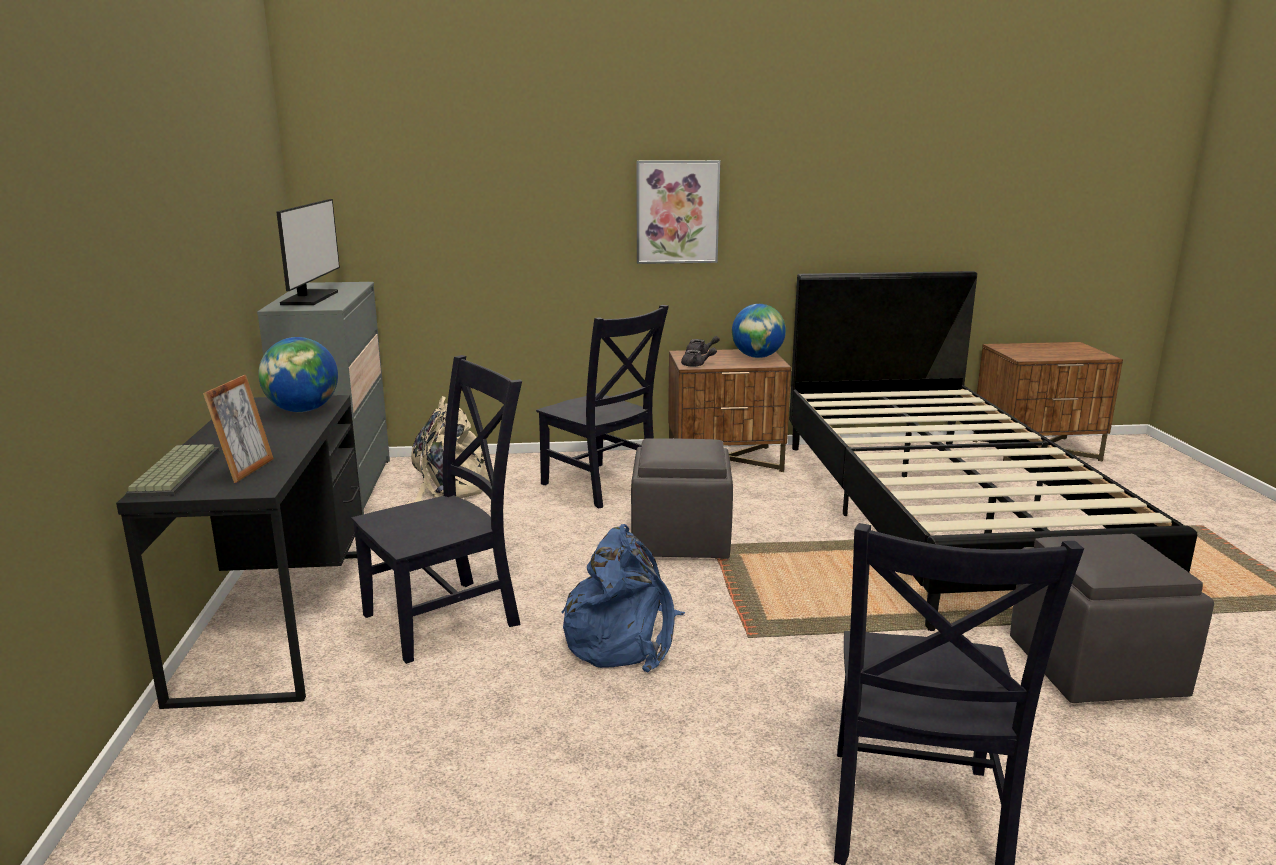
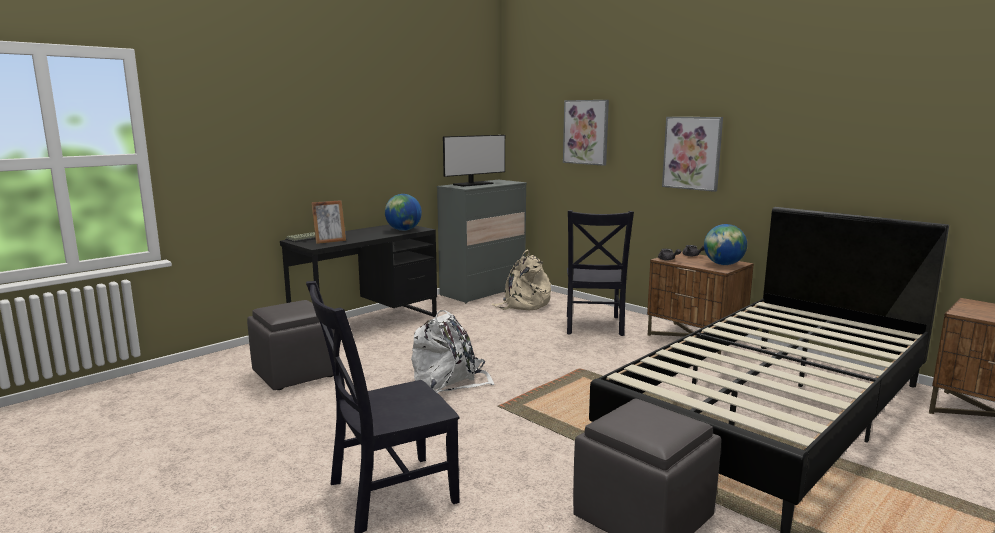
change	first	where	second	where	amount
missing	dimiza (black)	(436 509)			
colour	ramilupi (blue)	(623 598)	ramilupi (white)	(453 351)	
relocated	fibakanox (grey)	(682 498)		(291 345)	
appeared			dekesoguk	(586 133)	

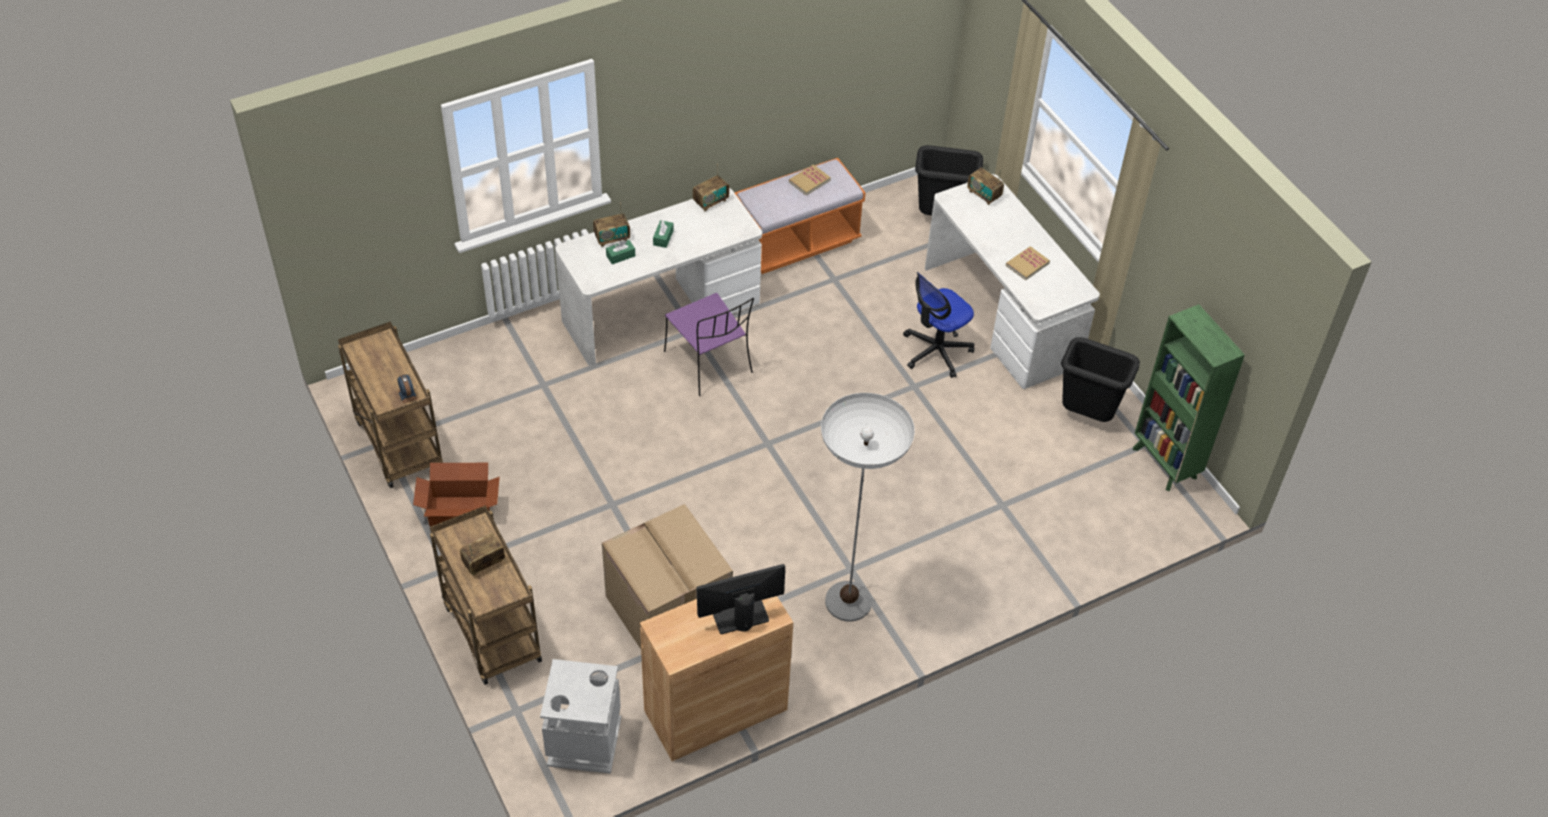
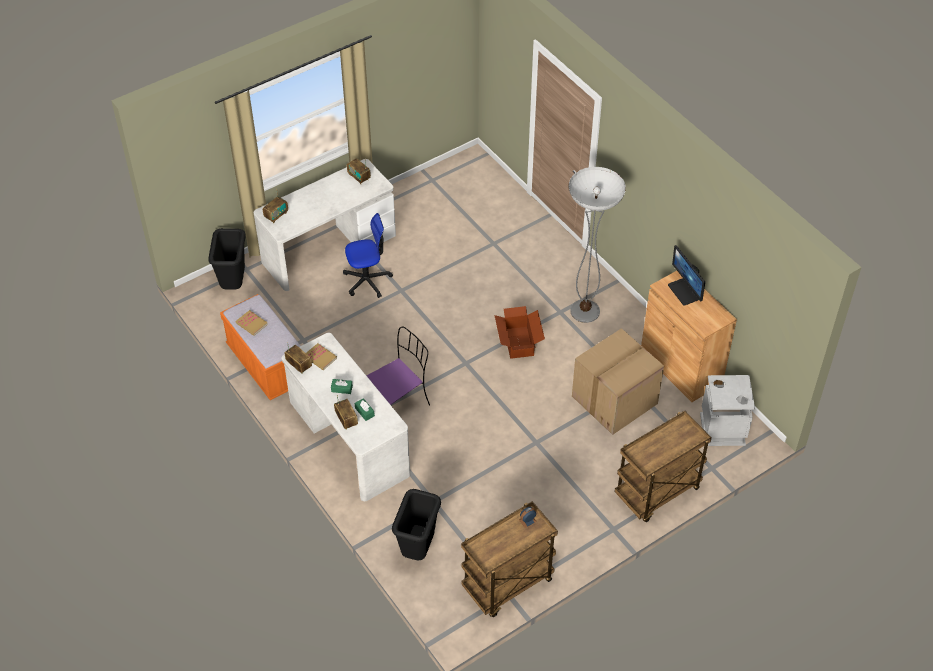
change	first	where	second	where	amount
relocated	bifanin	(456 494)		(519 332)	
relocated	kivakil	(482 554)		(359 171)	
spun	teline	(938 325)		(368 255)	60 degrees counterclockwise
relocated	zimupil	(1028 263)		(321 356)	
relocated	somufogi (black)	(1100 379)		(416 524)	
missing	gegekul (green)	(1189 397)			

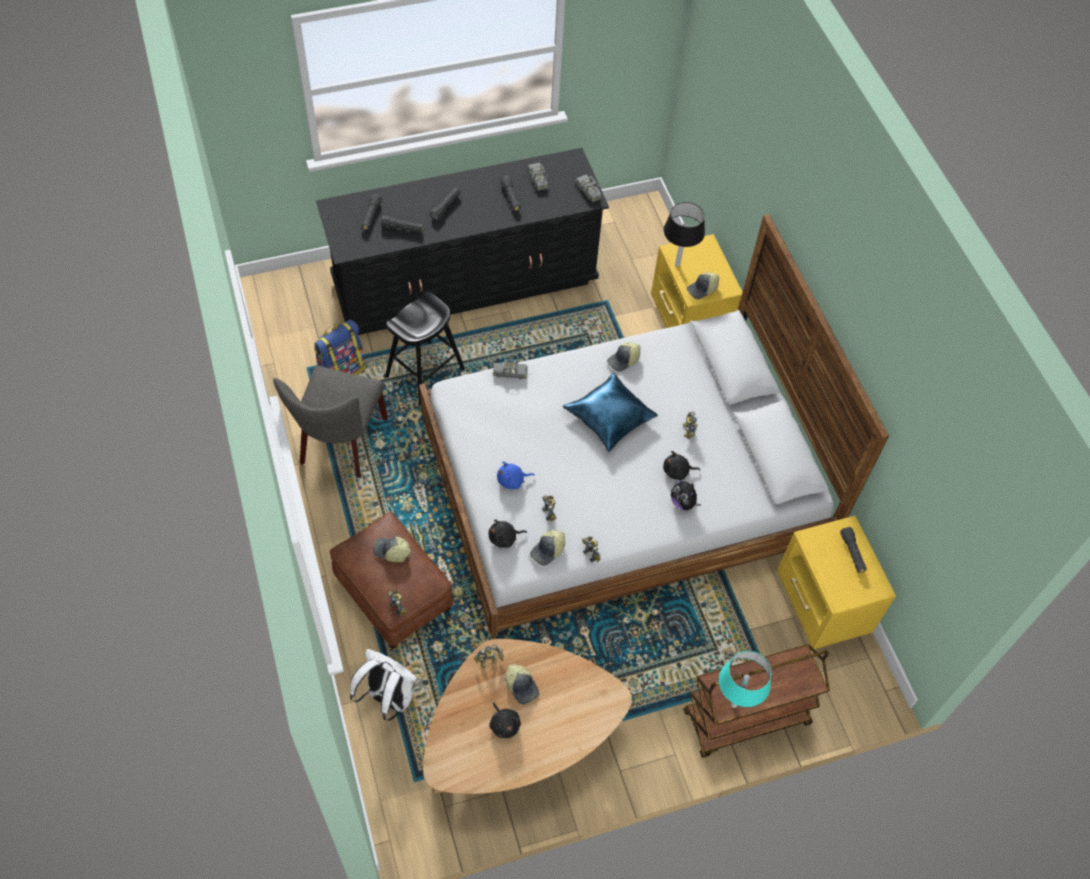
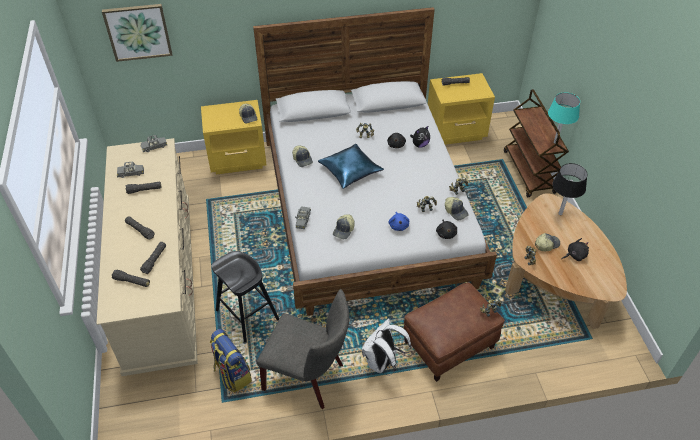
change	first	where	second	where	amount
colour	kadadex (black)	(462 241)	kadadex (beige)	(147 257)	
relocated	ramilupi (white)	(385 685)		(387 347)	
relocated	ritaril	(392 549)		(344 226)	
relocated	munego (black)	(684 234)		(570 189)	
appeared			dekesoguk	(137 33)	

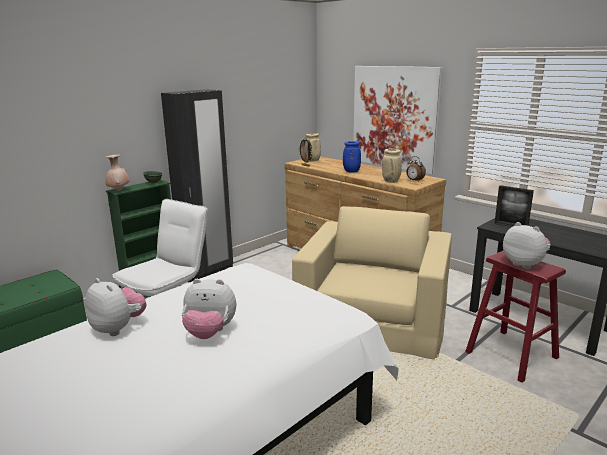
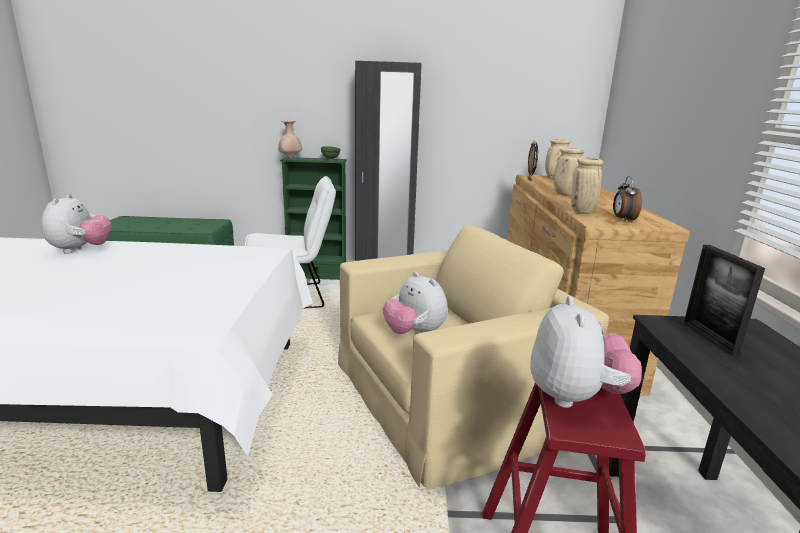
change	first	where	second	where	amount
relocated	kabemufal	(209 309)		(415 303)	
colour	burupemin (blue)	(352 157)	burupemin (beige)	(569 172)	
missing	dekesoguk	(398 120)			

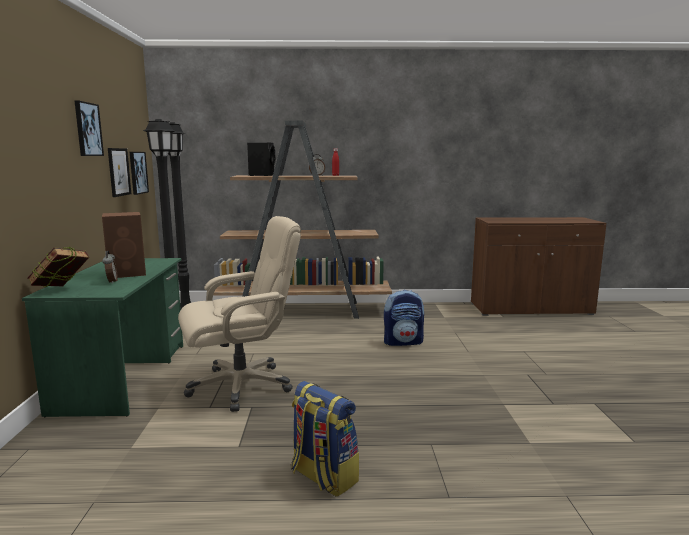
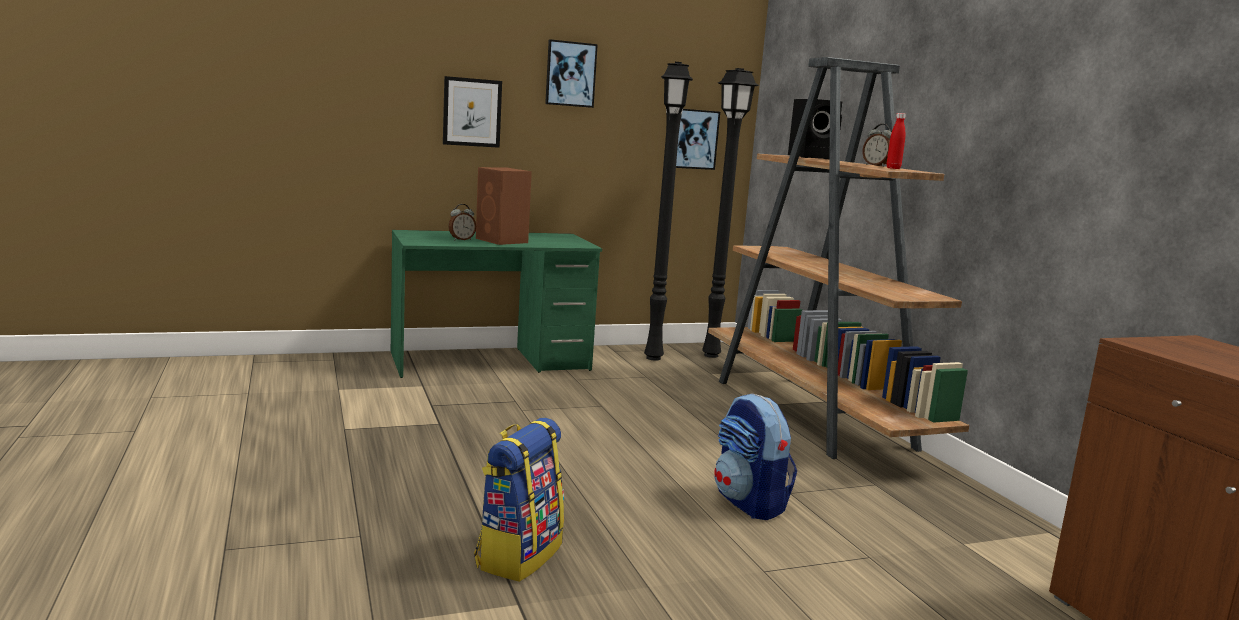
change	first	where	second	where	amount
missing	zimupil	(58 267)			
relocated	dekesoguk	(119 172)		(472 112)	
missing	teline (beige)	(239 314)			
relocated	ramilupi	(325 439)		(519 500)	

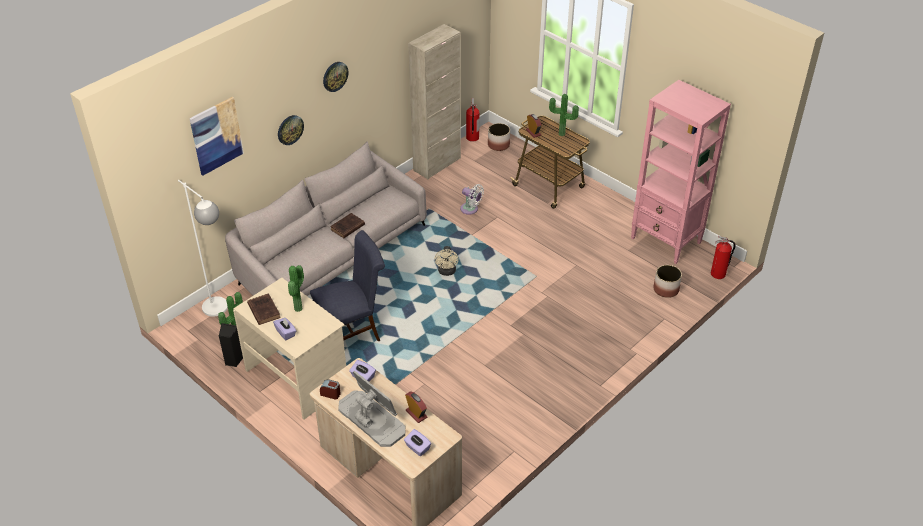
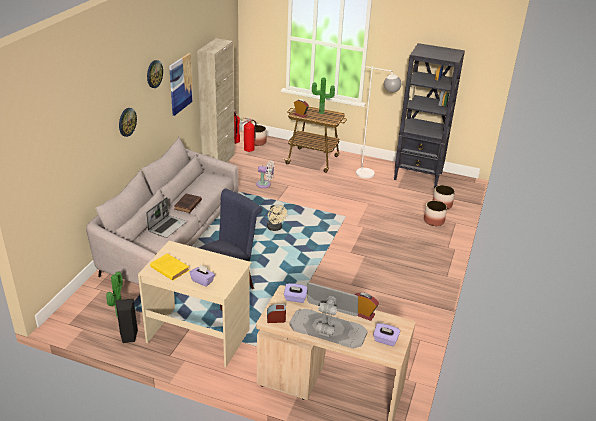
change	first	where	second	where	amount
relocated	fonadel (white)	(203 248)		(378 122)	
relocated	dekesoguk	(216 136)		(181 84)	
colour	zimupil (brown)	(264 309)	zimupil (yellow)	(169 267)	
missing	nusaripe	(296 288)			
colour	gegekul (pink)	(681 172)	gegekul (black)	(429 115)	
relocated	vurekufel	(723 257)		(250 135)	
appeared			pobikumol	(166 217)	
appeared			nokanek	(435 213)	

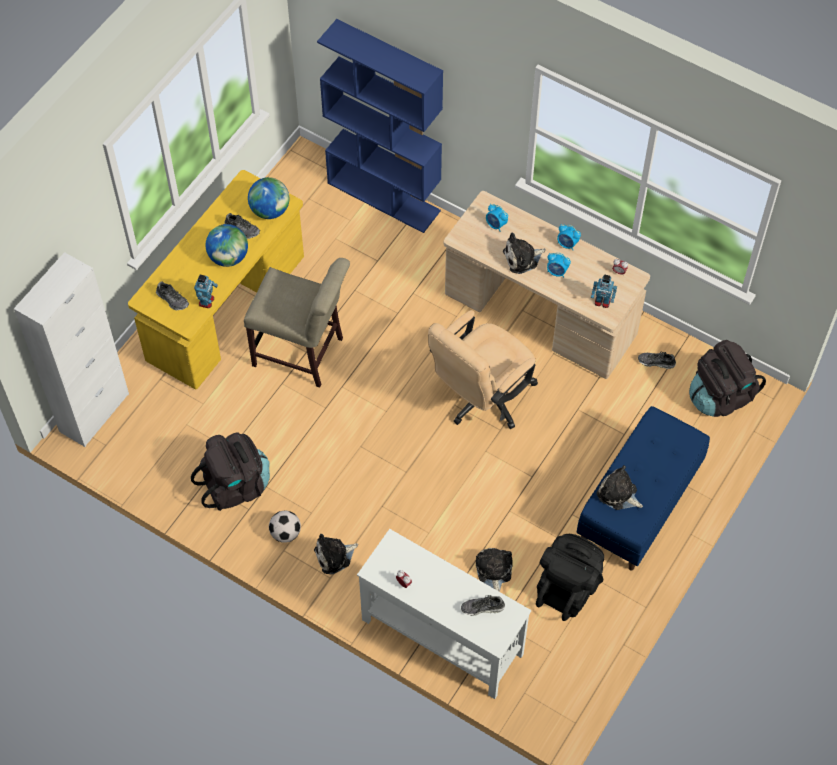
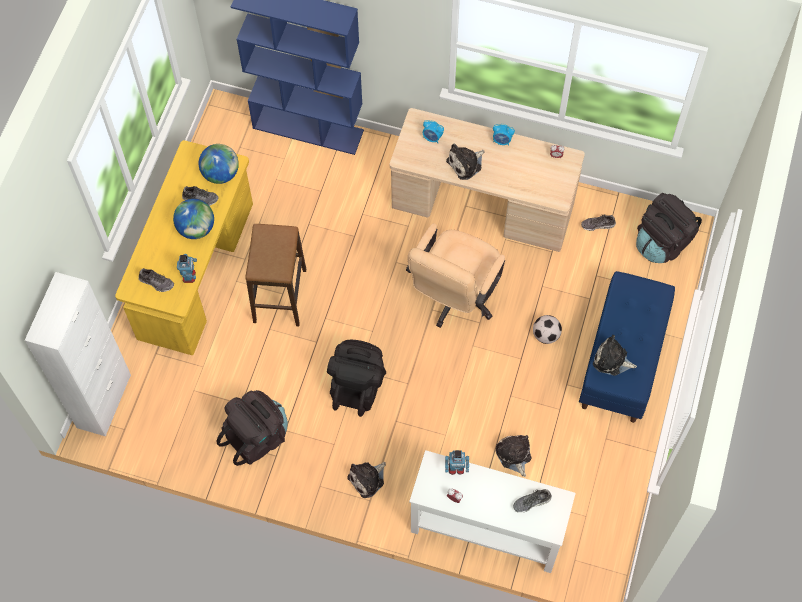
change	first	where	second	where	amount
exchanged	dimiza (beige)	(297 322)	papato	(275 275)	
relocated	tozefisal	(285 527)		(547 329)	
relocated	ramilupi (black)	(570 577)		(356 378)	
missing	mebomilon	(559 265)			
relocated	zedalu	(604 291)		(457 462)	

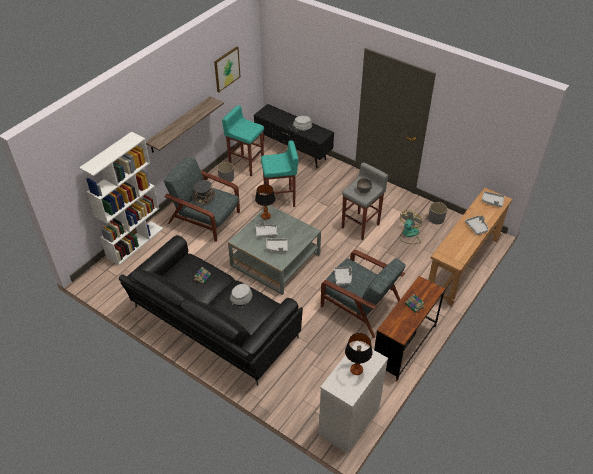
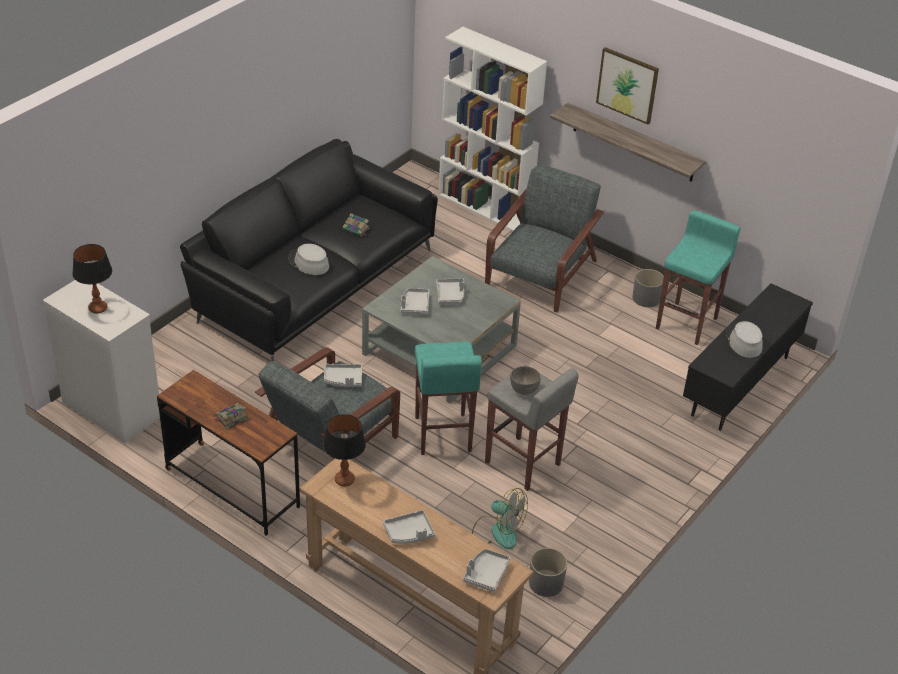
change	first	where	second	where	amount
missing	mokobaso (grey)	(204 193)			
relocated	dekesoguk	(227 69)		(627 86)	
relocated	munego	(265 202)		(344 450)	
relocated	papato (turquoise)	(280 173)		(448 398)	

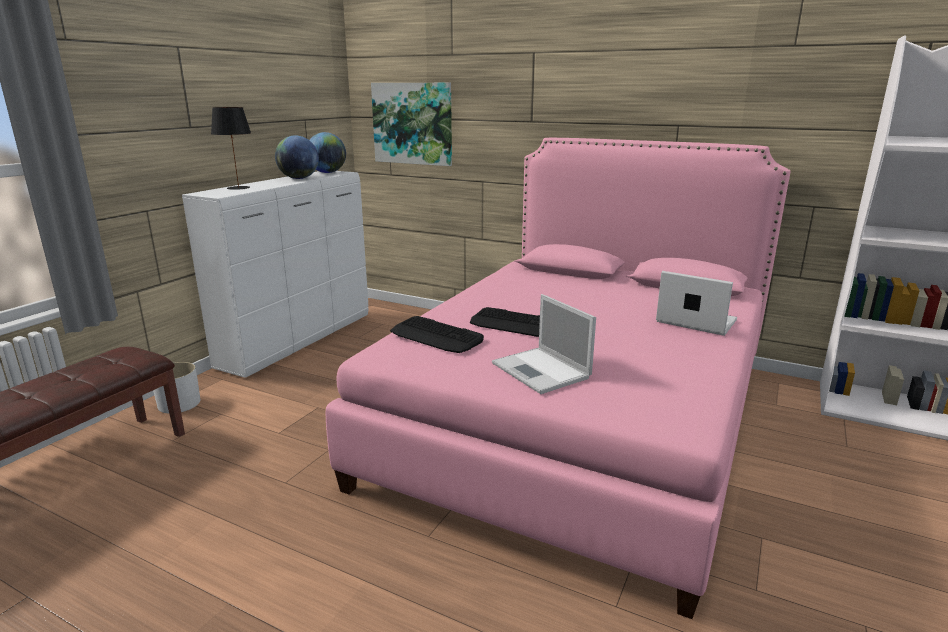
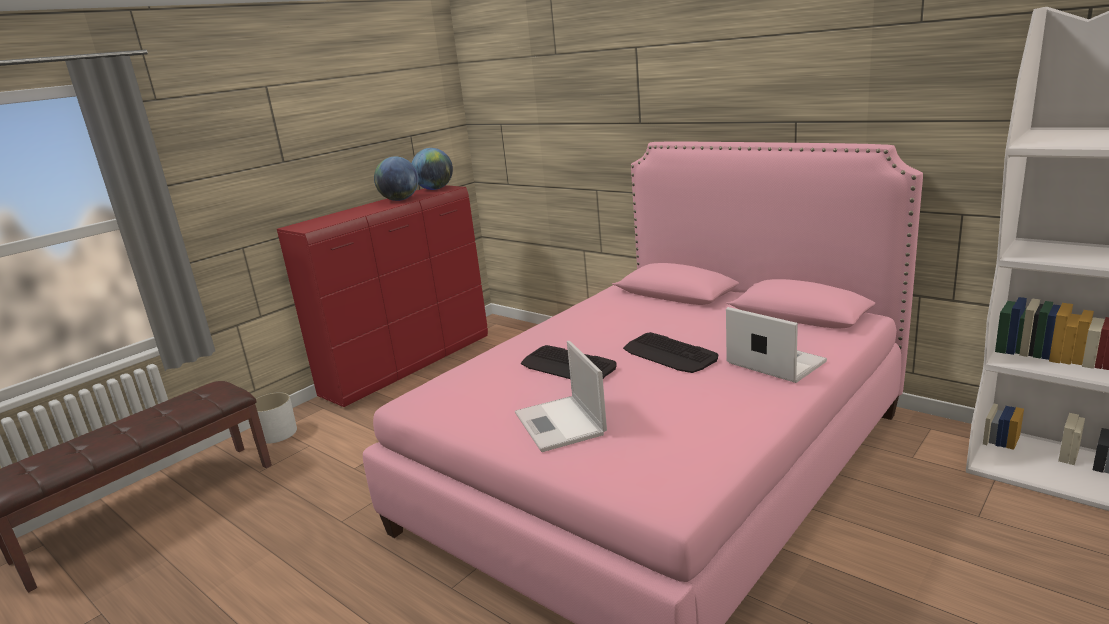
change	first	where	second	where	amount
colour	kadadex (white)	(275 274)	kadadex (red)	(382 296)	
missing	munego (black)	(231 148)			
missing	dekesoguk	(411 124)			
relocated	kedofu	(437 334)		(670 352)	

